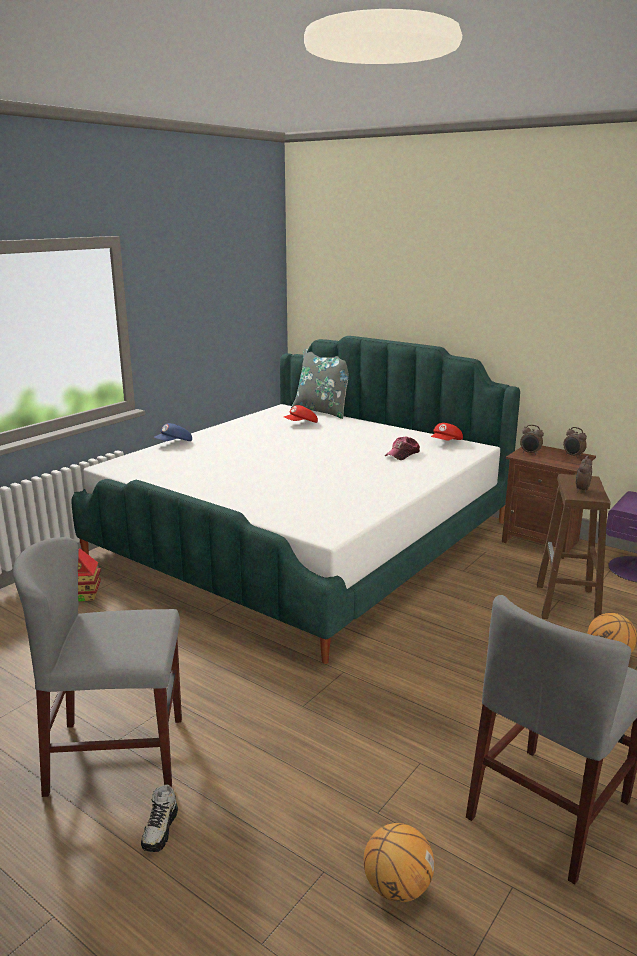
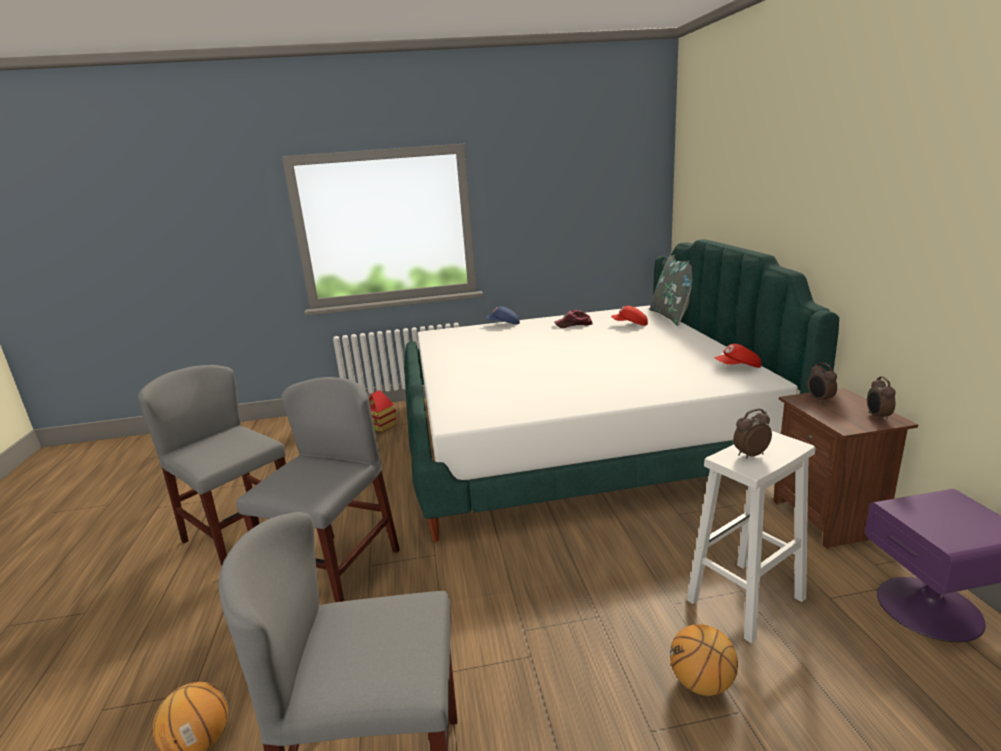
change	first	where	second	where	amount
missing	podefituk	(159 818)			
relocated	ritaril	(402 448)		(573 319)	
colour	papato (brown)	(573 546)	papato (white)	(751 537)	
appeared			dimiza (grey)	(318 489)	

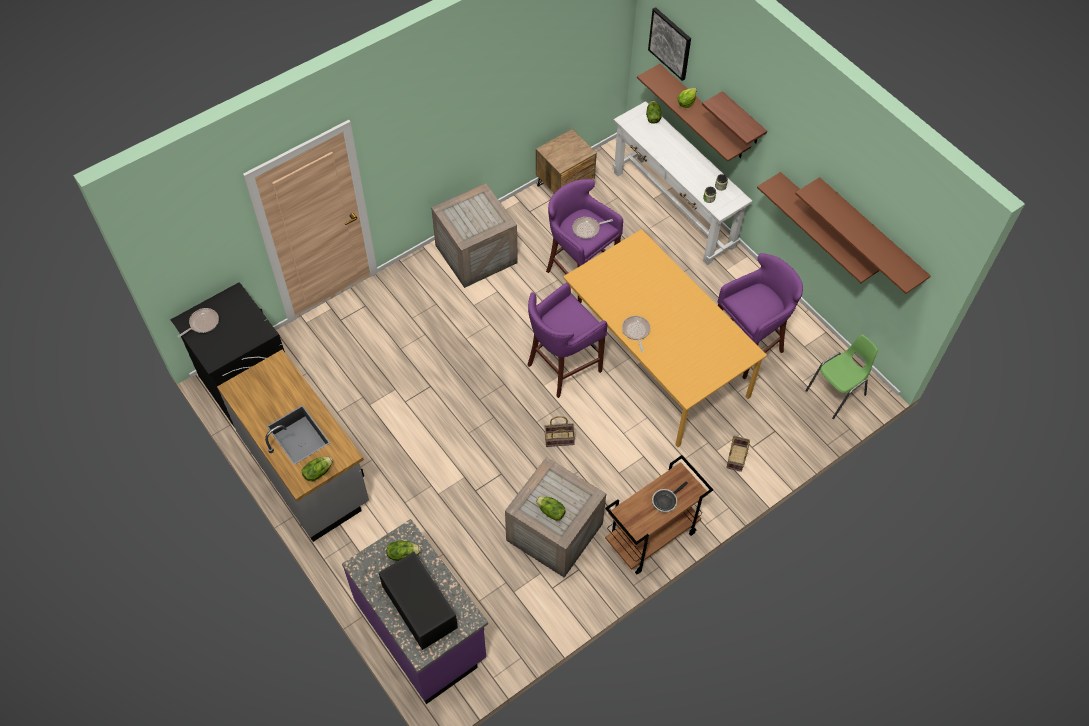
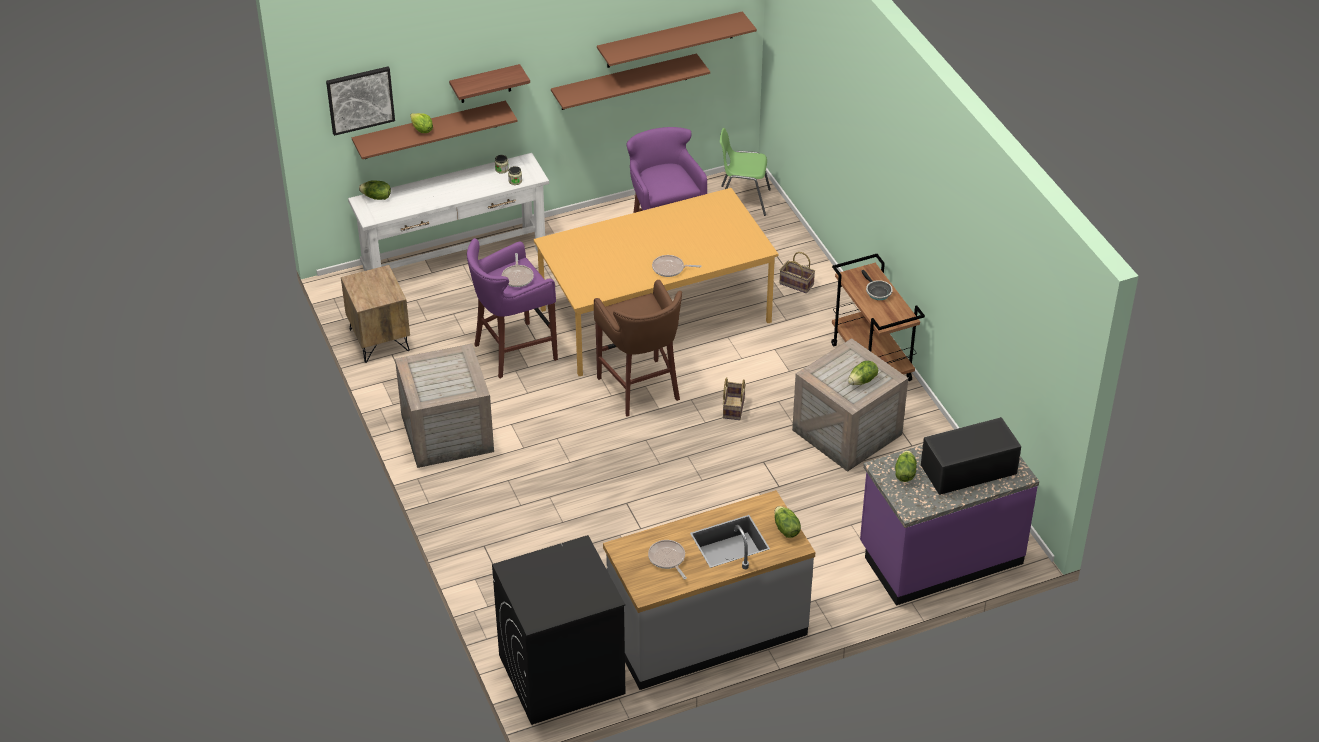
change	first	where	second	where	amount
relocated	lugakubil	(198 323)		(667 559)	
colour	papato (purple)	(567 340)	papato (brown)	(638 348)	
spun	dimiza (green)	(841 376)		(745 172)	60 degrees counterclockwise

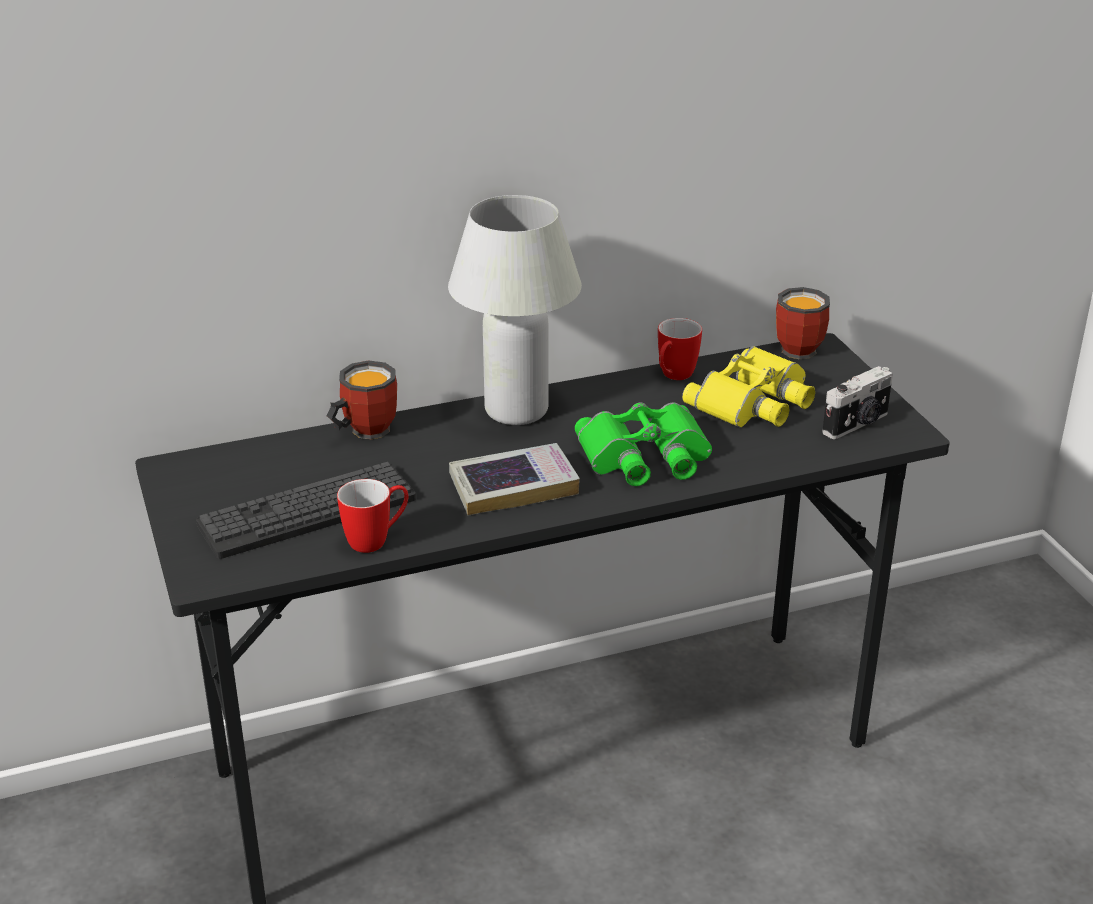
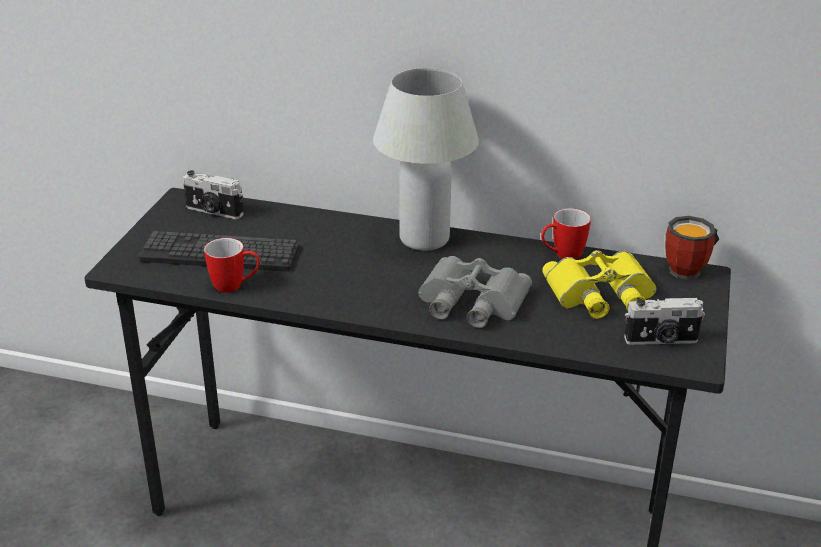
change	first	where	second	where	amount
missing	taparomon	(362 399)			
missing	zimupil	(514 479)			
colour	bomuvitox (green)	(643 444)	bomuvitox (grey)	(475 292)	
appeared			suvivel	(213 194)	

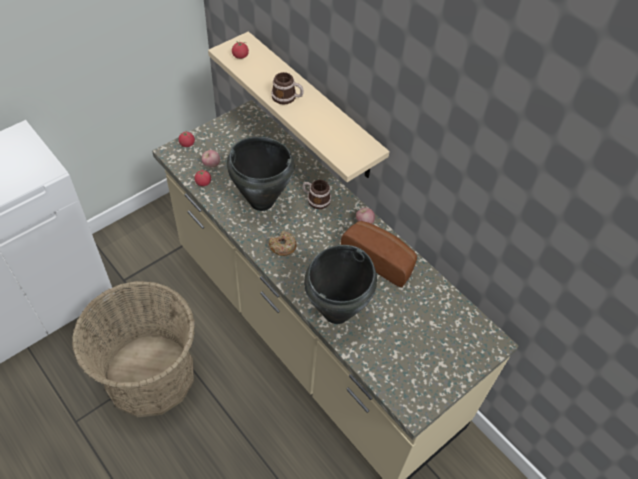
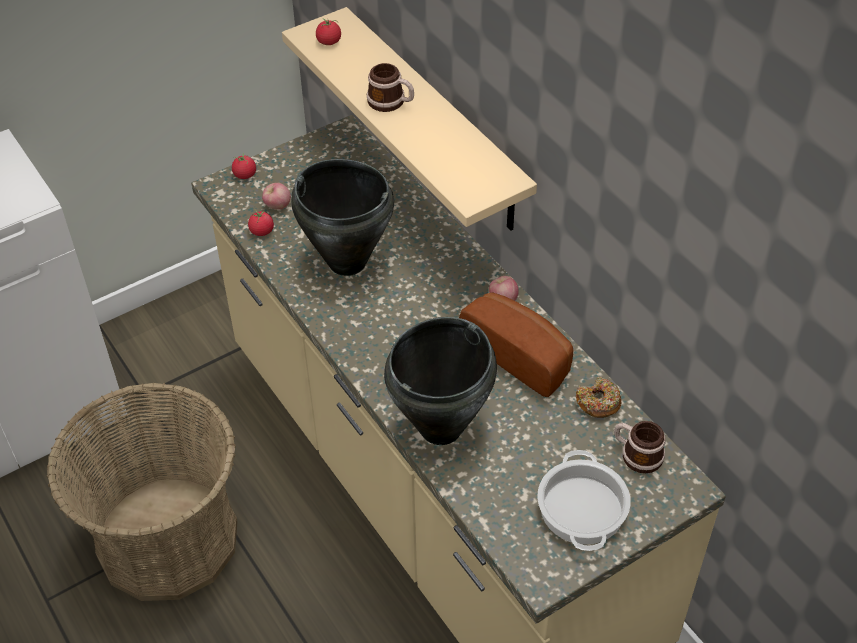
change	first	where	second	where	amount
relocated	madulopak	(283 243)		(599 397)	
relocated	taparomon	(316 194)		(640 447)	
appeared			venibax	(584 500)	

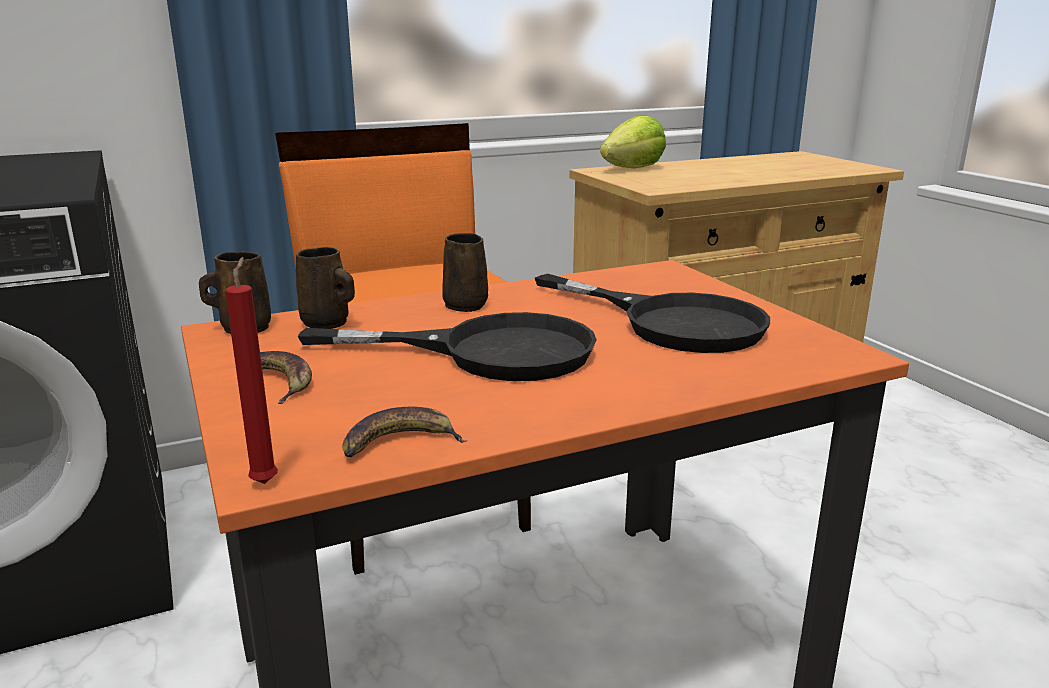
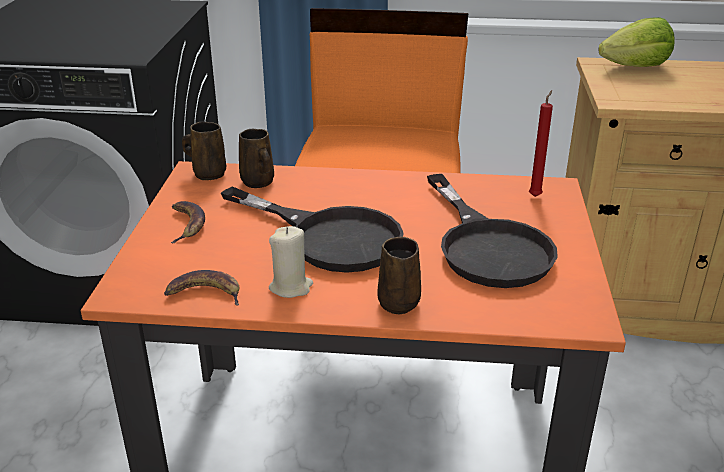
change	first	where	second	where	amount
relocated	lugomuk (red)	(251 370)		(541 143)	
relocated	taparomon (brown)	(465 272)		(399 275)	
appeared			lugomuk (beige)	(291 262)	

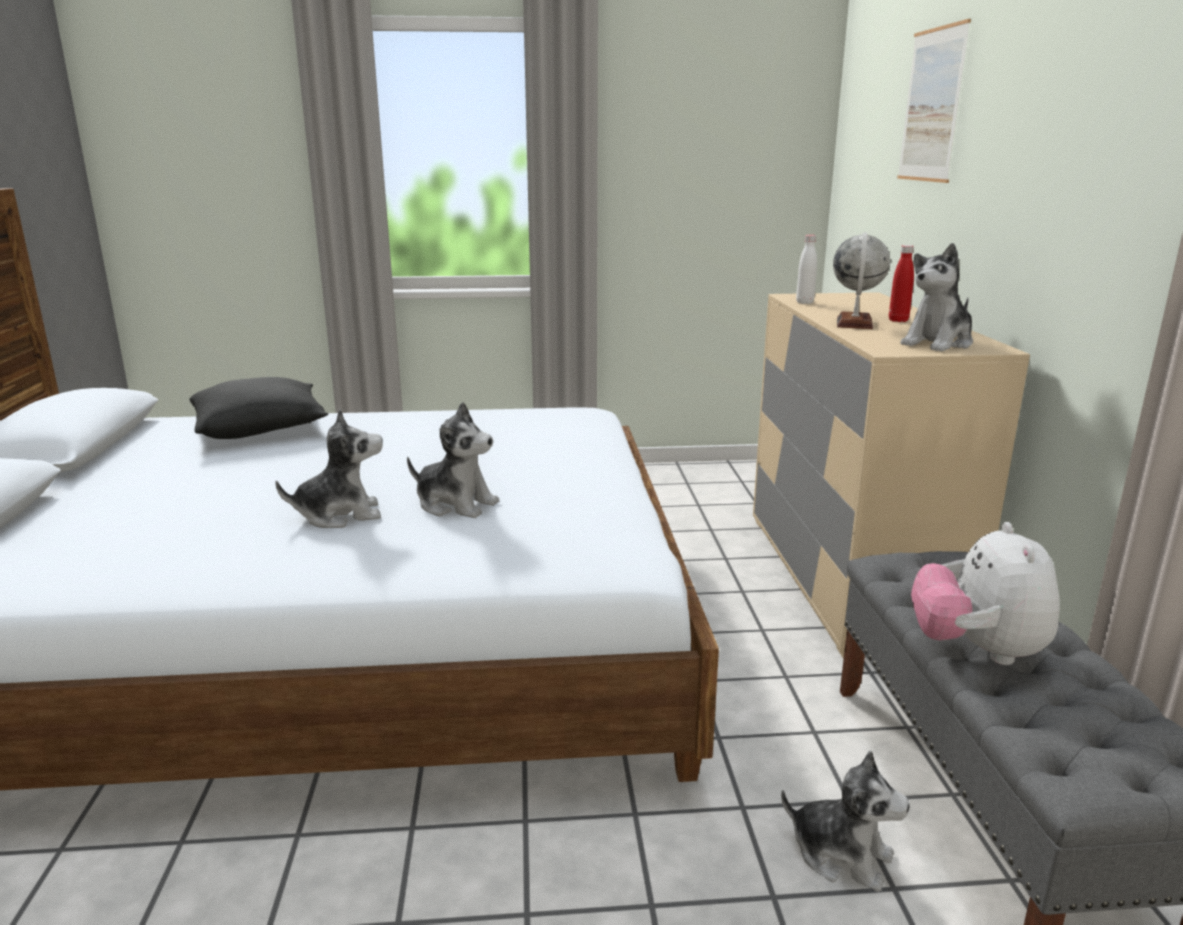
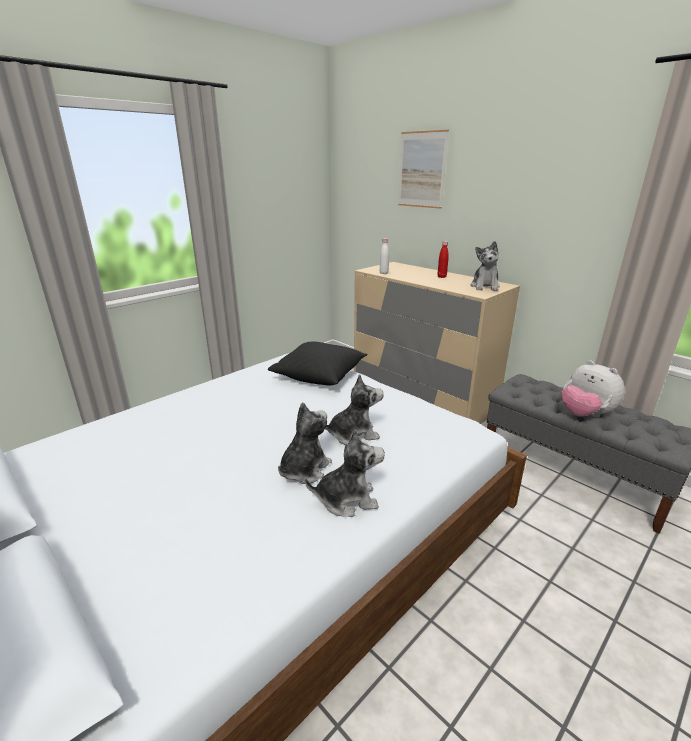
change	first	where	second	where	amount
relocated	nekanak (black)	(259 408)		(318 363)	
relocated	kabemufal	(845 821)		(345 473)	
missing	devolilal	(861 280)			

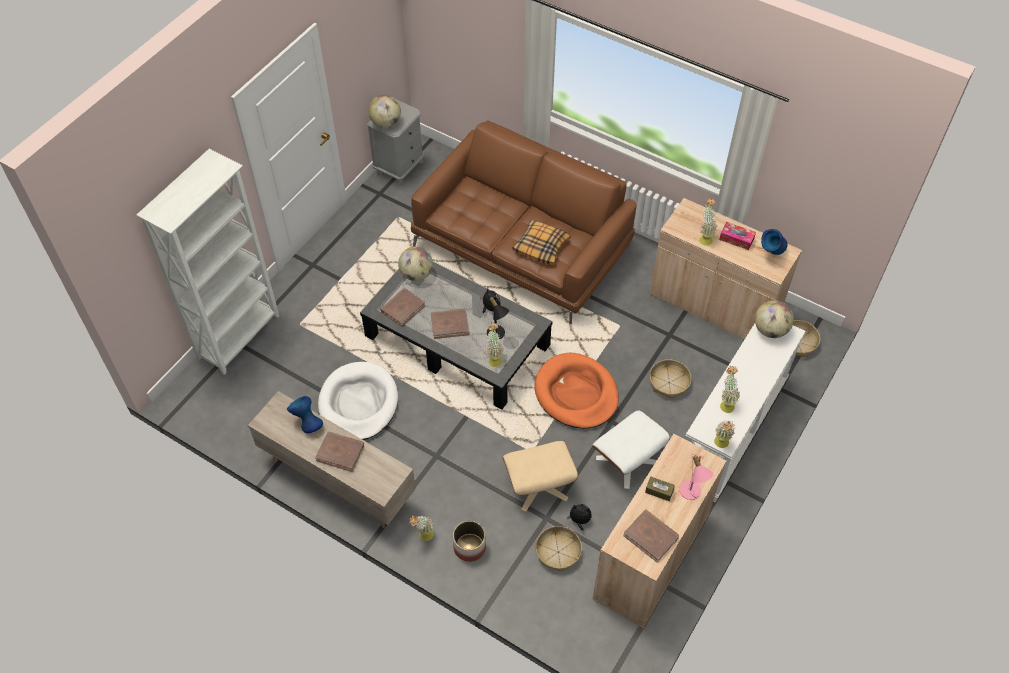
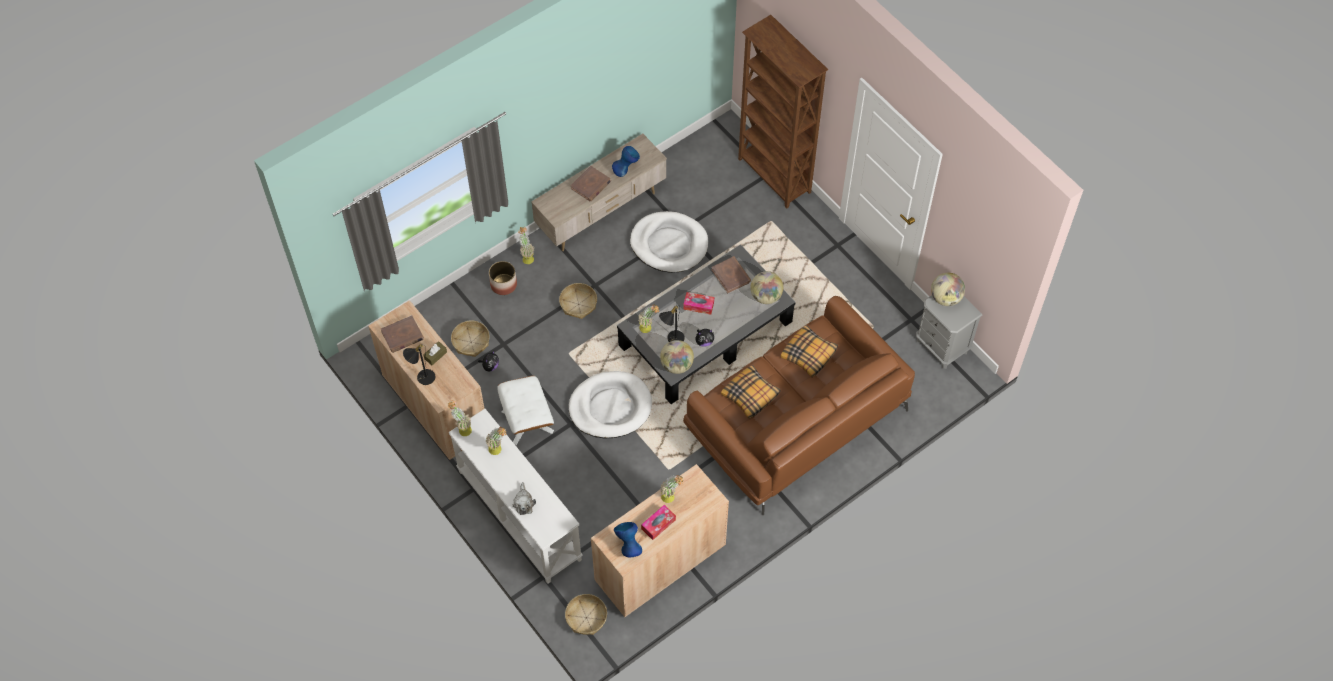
change	first	where	second	where	amount
colour	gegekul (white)	(208 262)	gegekul (brown)	(783 112)	
exchanged	zimupil (brown)	(450 324)	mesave	(698 303)	
missing	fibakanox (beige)	(540 476)			
colour	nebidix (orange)	(576 390)	nebidix (white)	(610 404)	
relocated	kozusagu	(670 379)		(578 301)	
colour	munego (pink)	(696 477)	munego (black)	(419 364)	
relocated	devolilal	(774 319)		(677 357)	
appeared			kabemufal	(524 498)	
appeared			nekanak	(809 351)	

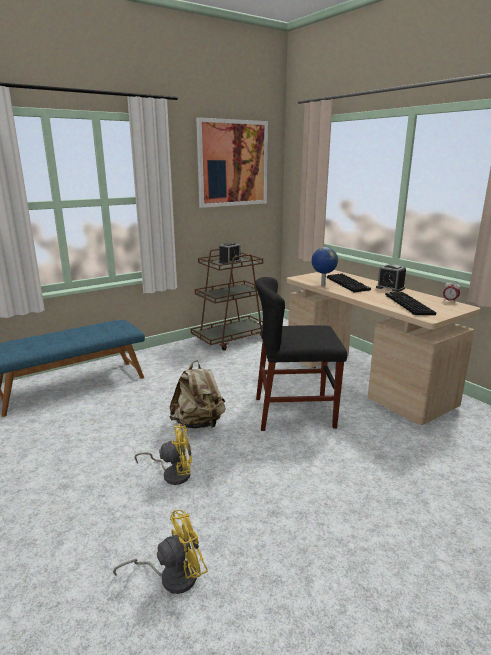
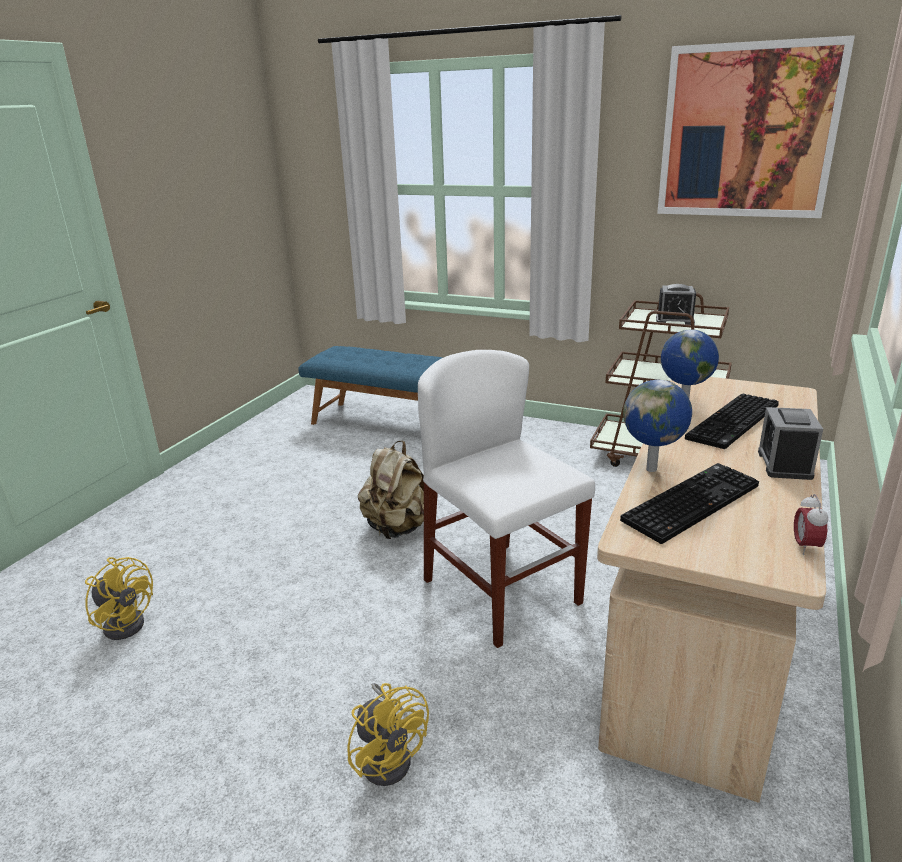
change	first	where	second	where	amount
relocated	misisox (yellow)	(163 454)		(388 734)	
colour	dimiza (black)	(301 354)	dimiza (white)	(506 499)	
appeared			devolilal	(657 426)	

